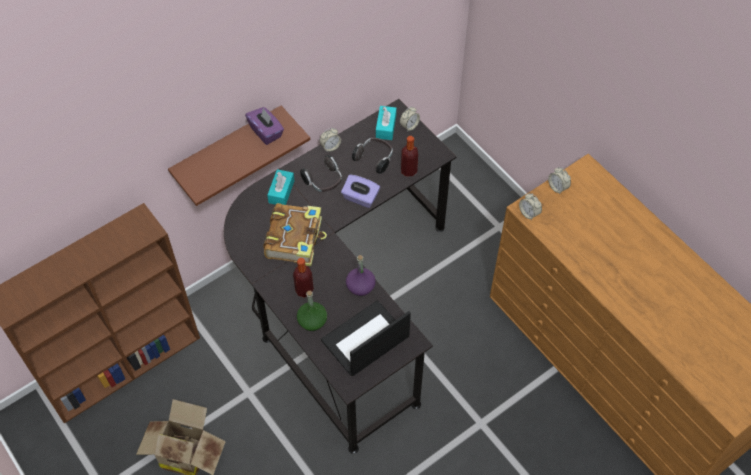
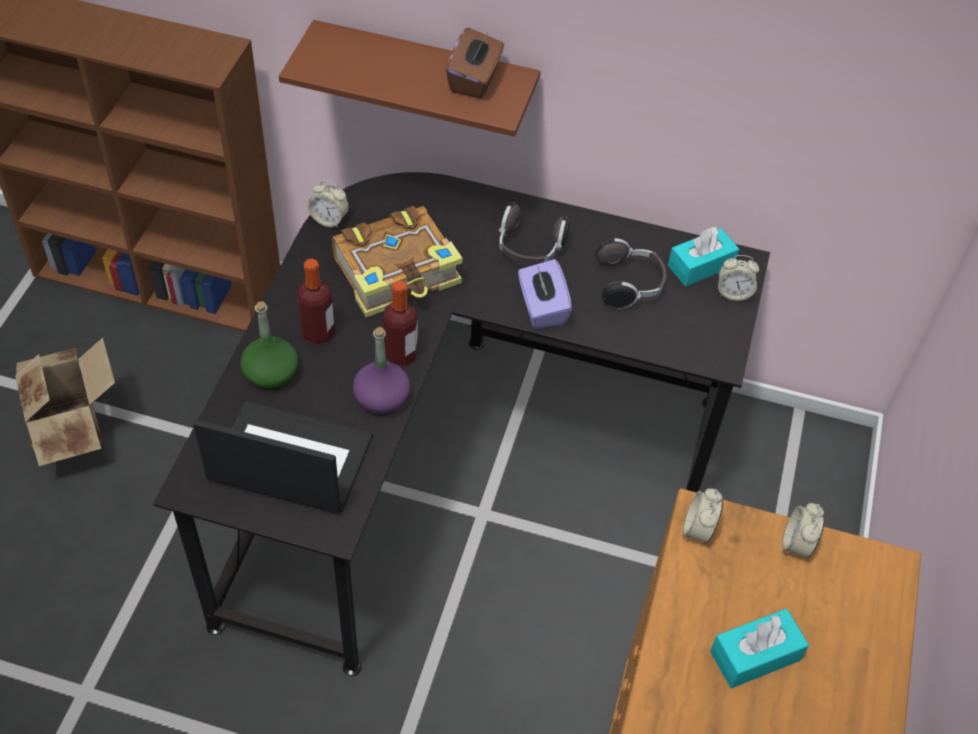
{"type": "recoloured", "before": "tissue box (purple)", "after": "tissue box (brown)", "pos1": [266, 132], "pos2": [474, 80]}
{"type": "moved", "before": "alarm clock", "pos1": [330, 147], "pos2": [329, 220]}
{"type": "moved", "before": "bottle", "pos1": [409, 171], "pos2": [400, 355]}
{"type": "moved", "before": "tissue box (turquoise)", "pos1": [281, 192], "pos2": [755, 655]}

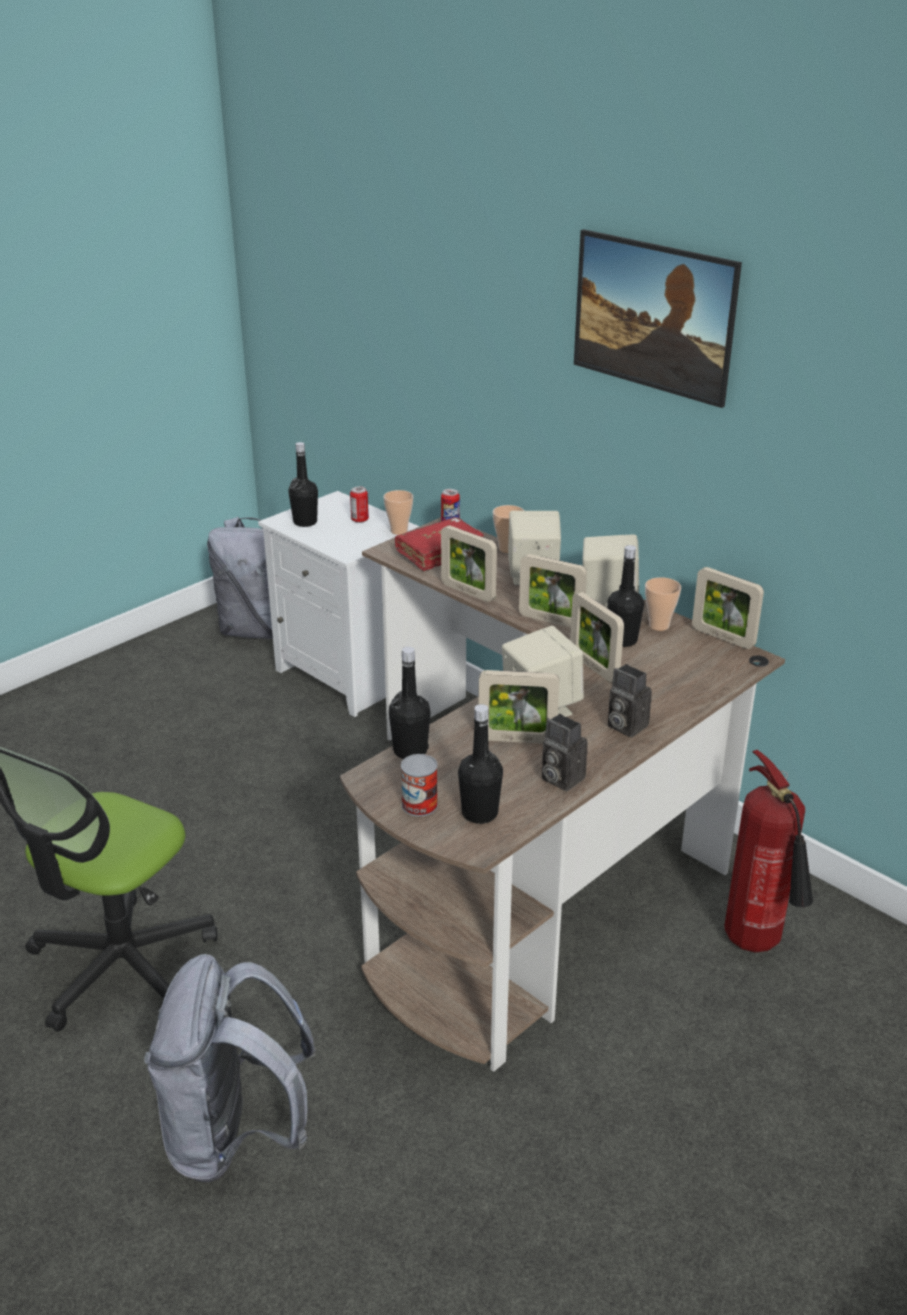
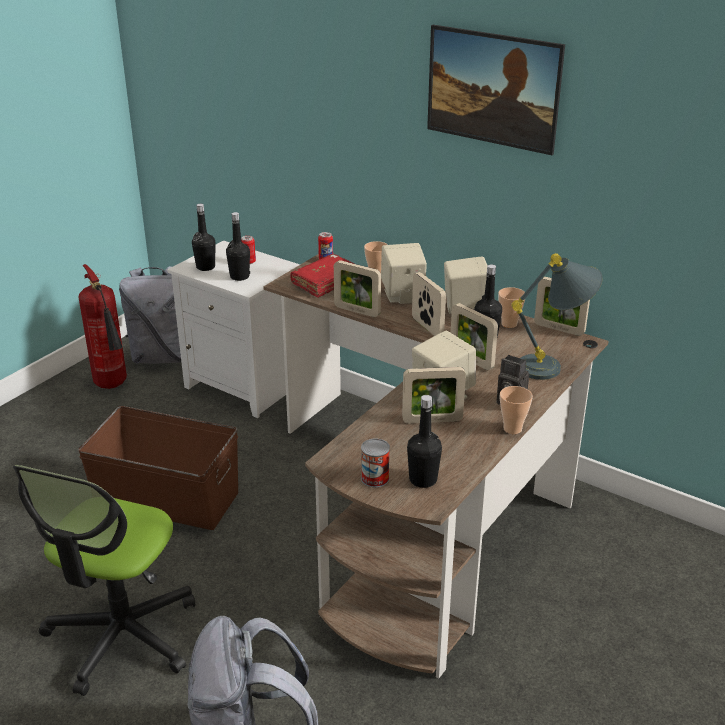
{"type": "moved", "before": "cup", "pos1": [399, 531], "pos2": [512, 429]}
{"type": "turned", "before": "picture frame", "pos1": [550, 620], "pos2": [427, 327], "turn": -135}
{"type": "moved", "before": "bottle (black)", "pos1": [410, 751], "pos2": [239, 276]}
{"type": "removed", "before": "photo camera", "pos1": [559, 778]}
{"type": "moved", "before": "fire extinguisher", "pos1": [757, 944], "pos2": [113, 385]}
{"type": "added", "after": "table lamp (grey)", "pos2": [554, 366]}
{"type": "added", "after": "storage box (brown)", "pos2": [166, 497]}

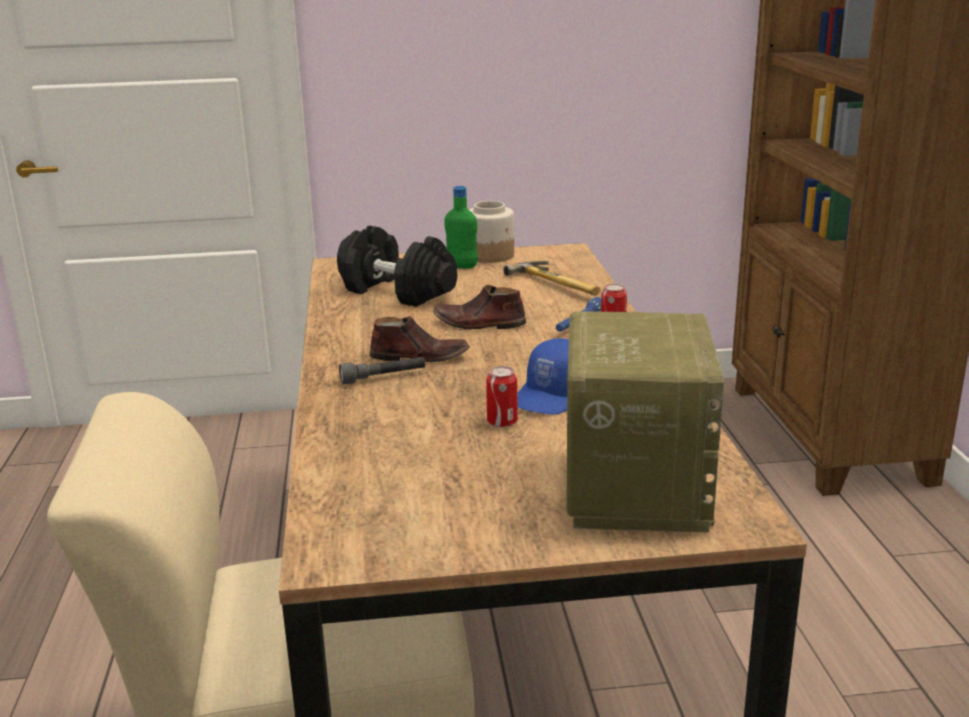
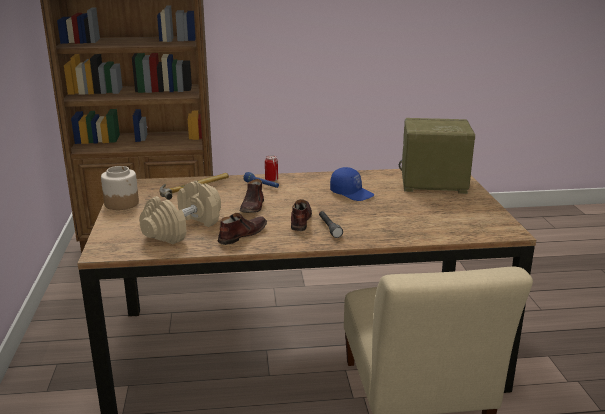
{"type": "removed", "before": "bottle (green)", "pos1": [462, 266]}
{"type": "recoloured", "before": "dumbbell (black)", "after": "dumbbell (beige)", "pos1": [398, 291], "pos2": [183, 229]}
{"type": "removed", "before": "can", "pos1": [502, 422]}
{"type": "added", "after": "shoe (brown)", "pos2": [242, 235]}

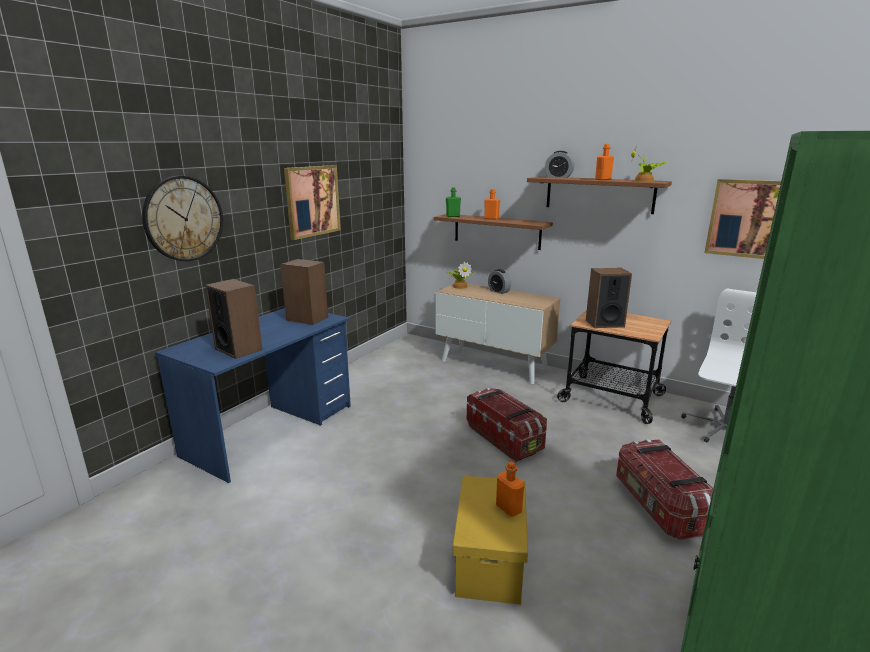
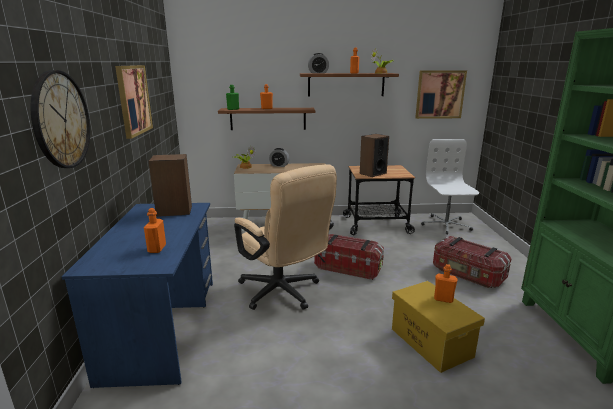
{"type": "replaced", "before": "speaker", "after": "bottle (orange)", "pos1": [239, 349], "pos2": [157, 249]}
{"type": "added", "after": "office chair (beige)", "pos2": [283, 293]}

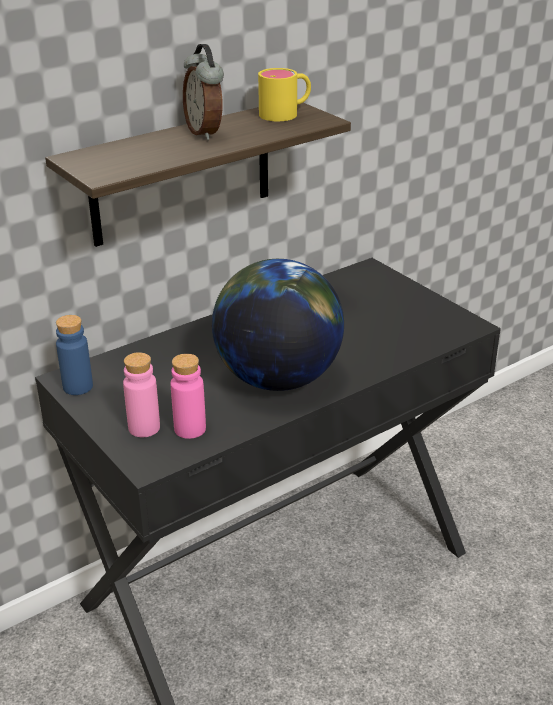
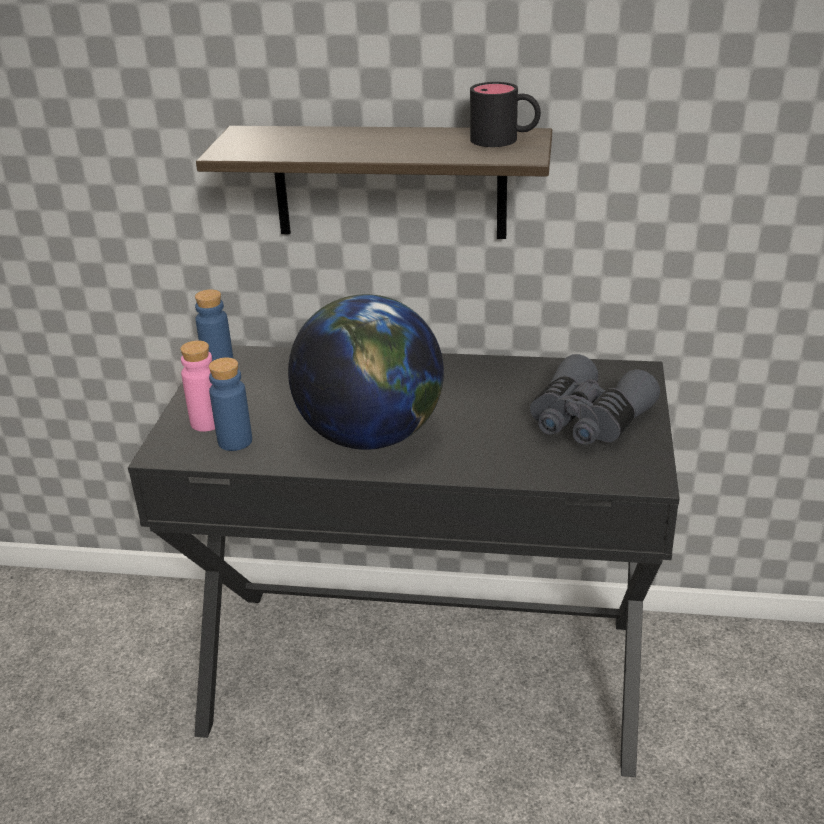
{"type": "removed", "before": "alarm clock", "pos1": [205, 133]}
{"type": "recoloured", "before": "mug (yellow)", "after": "mug (black)", "pos1": [286, 113], "pos2": [505, 140]}
{"type": "recoloured", "before": "bottle (pink)", "after": "bottle (blue)", "pos1": [190, 429], "pos2": [235, 441]}
{"type": "added", "after": "binoculars (grey)", "pos2": [587, 421]}

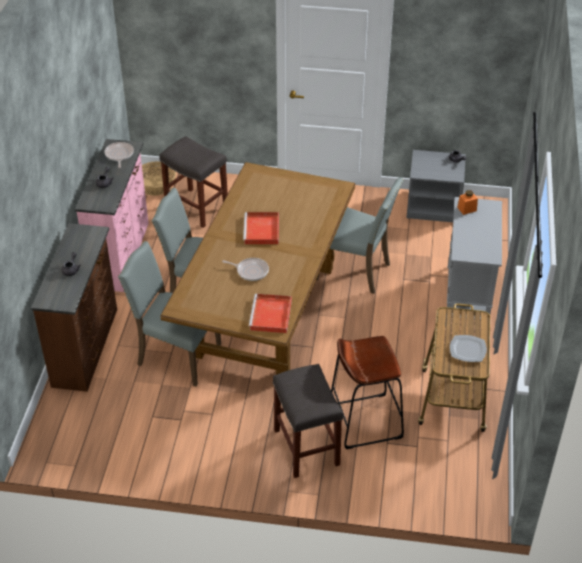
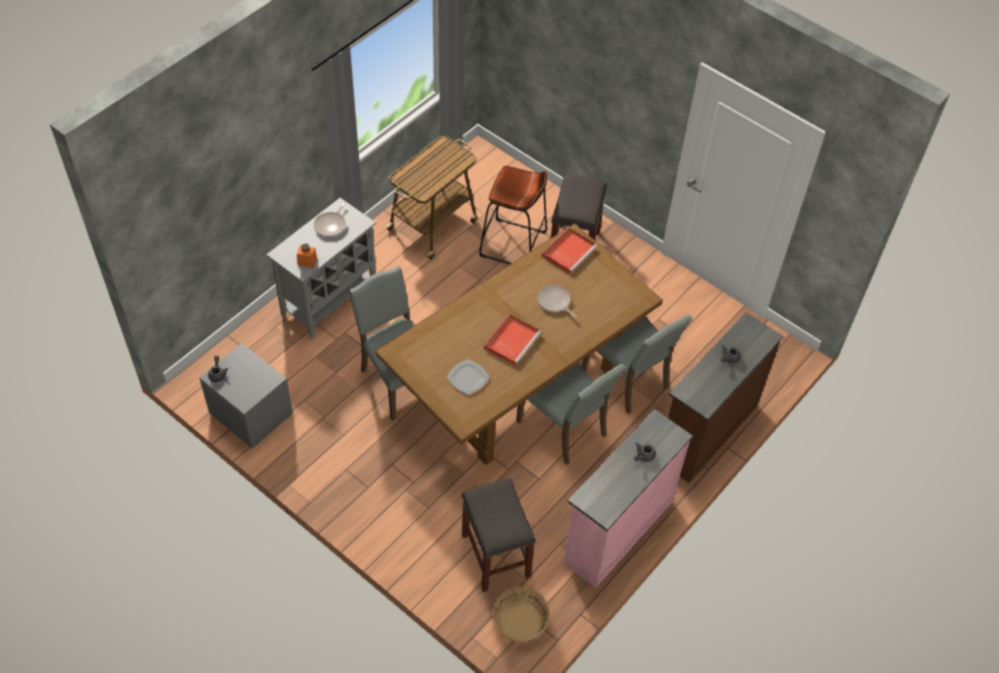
{"type": "moved", "before": "frying pan", "pos1": [119, 155], "pos2": [331, 225]}
{"type": "moved", "before": "plate", "pos1": [467, 349], "pos2": [468, 378]}

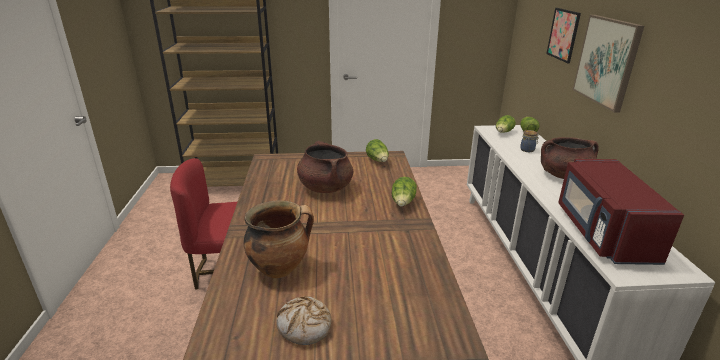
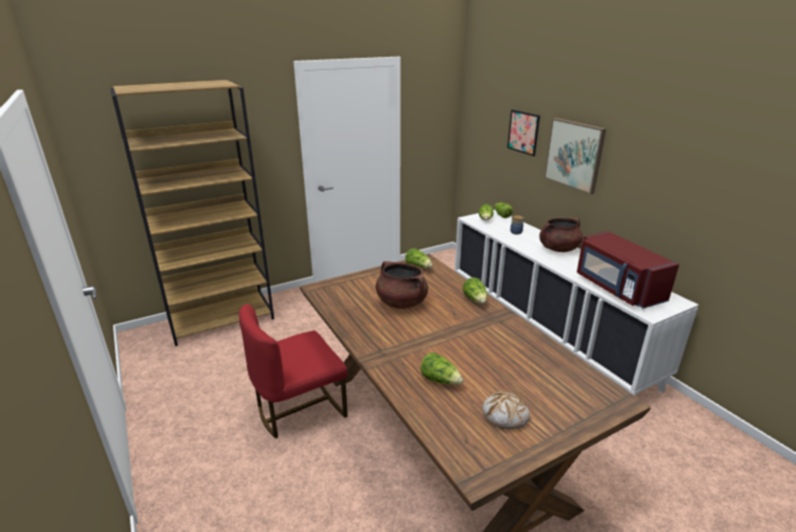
{"type": "replaced", "before": "cooking pot", "after": "lettuce", "pos1": [280, 268], "pos2": [440, 380]}

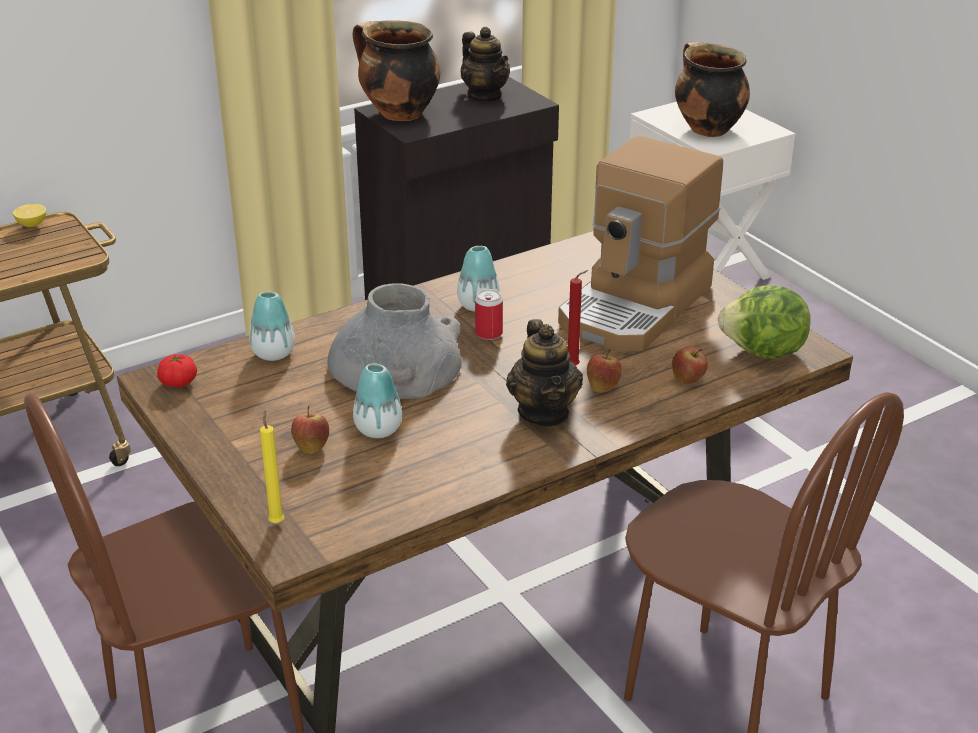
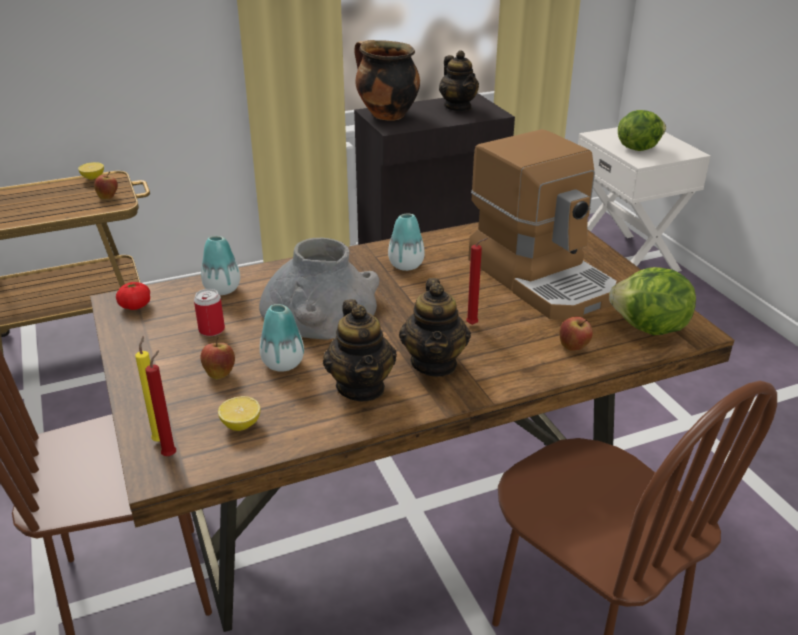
{"type": "replaced", "before": "cooking pot", "after": "lettuce", "pos1": [706, 129], "pos2": [637, 148]}
{"type": "turned", "before": "coffee machine", "pos1": [637, 306], "pos2": [542, 278], "turn": -75}
{"type": "moved", "before": "can", "pos1": [488, 333], "pos2": [211, 330]}
{"type": "moved", "before": "apple", "pos1": [603, 387], "pos2": [108, 197]}
{"type": "added", "after": "teapot", "pos2": [361, 387]}
{"type": "added", "after": "candle (red)", "pos2": [171, 454]}
{"type": "added", "after": "lemon", "pos2": [241, 424]}

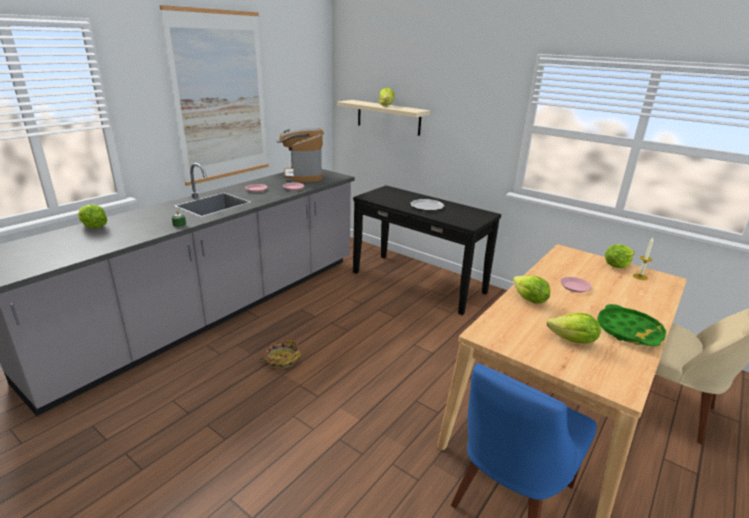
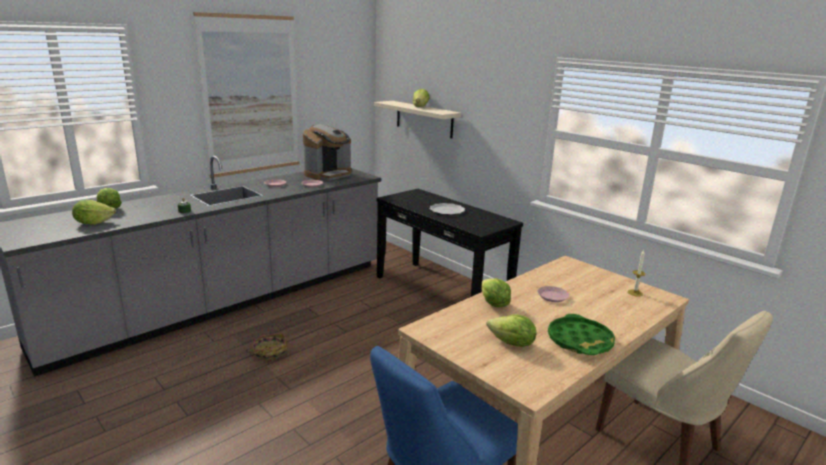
{"type": "turned", "before": "coffee machine", "pos1": [302, 176], "pos2": [328, 174], "turn": -135}
{"type": "moved", "before": "lettuce", "pos1": [616, 266], "pos2": [93, 223]}

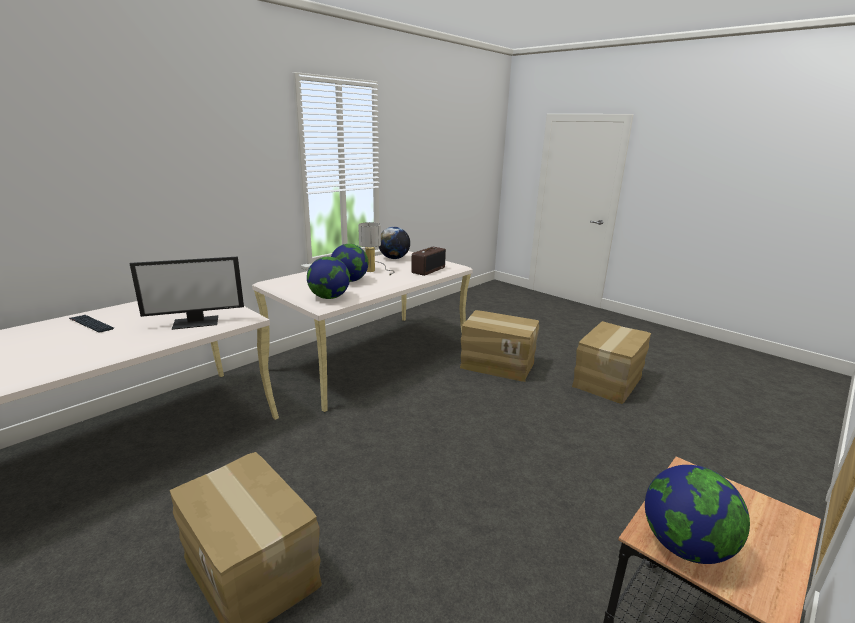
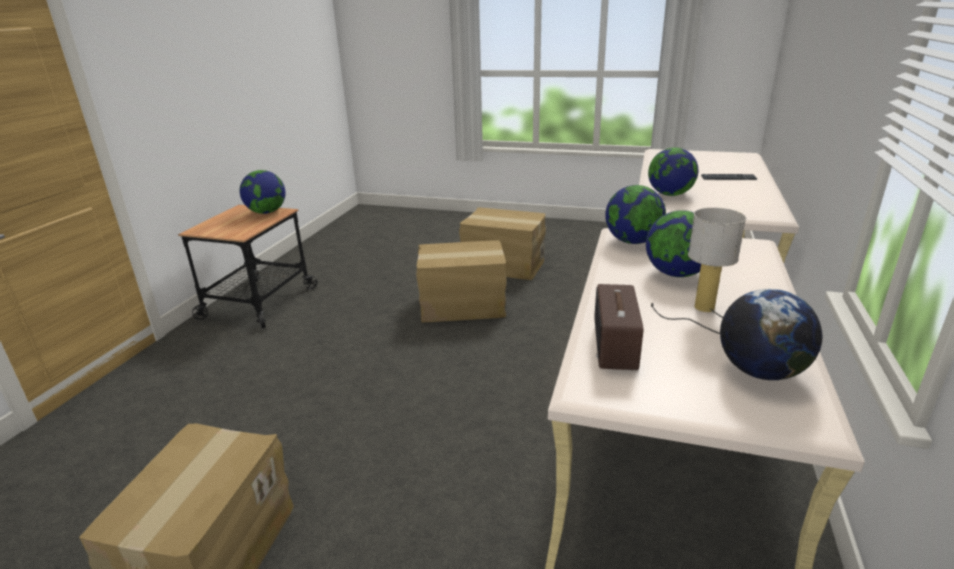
{"type": "replaced", "before": "monitor", "after": "globe", "pos1": [196, 322], "pos2": [670, 194]}
{"type": "moved", "before": "cardboard box", "pos1": [497, 364], "pos2": [462, 306]}

